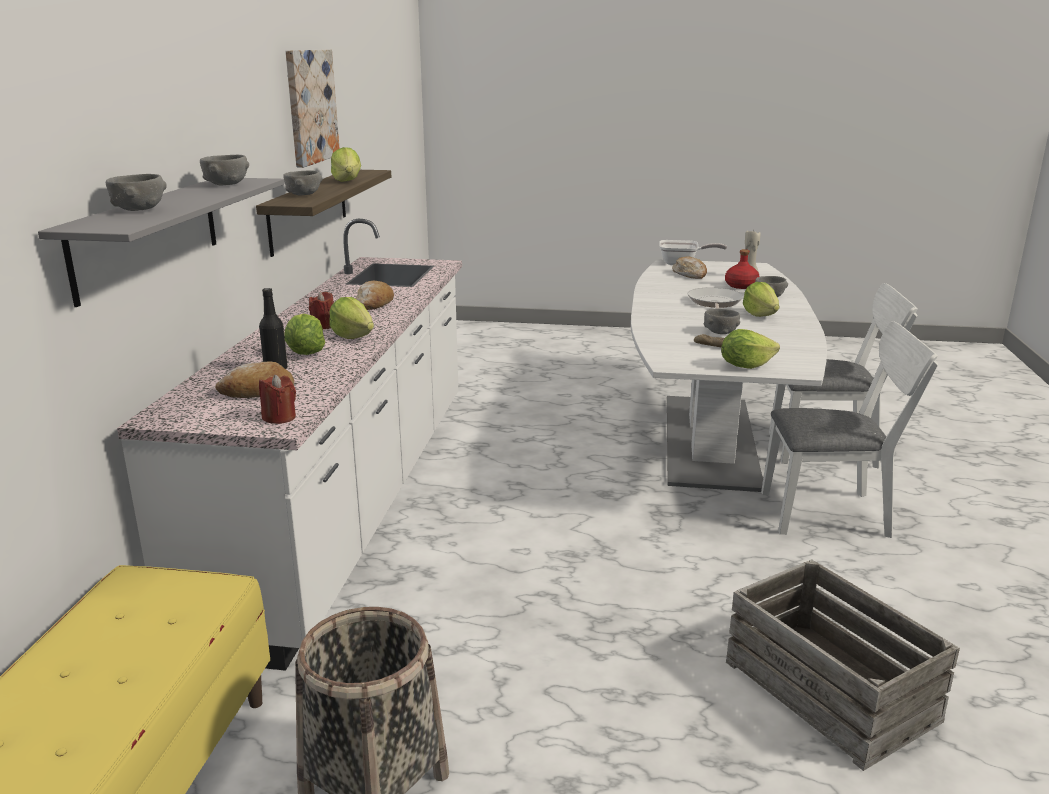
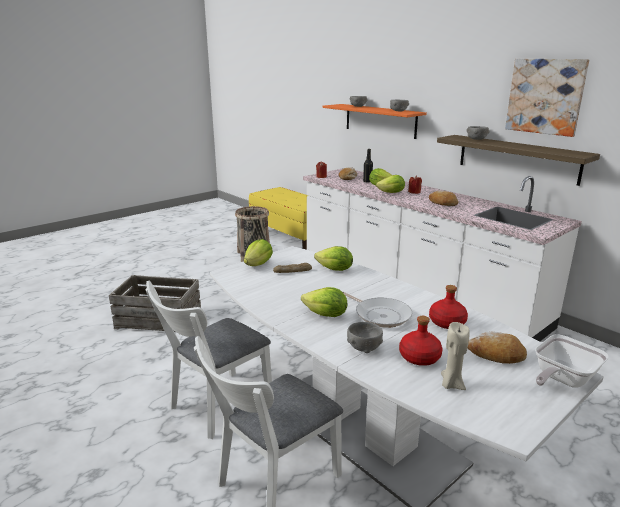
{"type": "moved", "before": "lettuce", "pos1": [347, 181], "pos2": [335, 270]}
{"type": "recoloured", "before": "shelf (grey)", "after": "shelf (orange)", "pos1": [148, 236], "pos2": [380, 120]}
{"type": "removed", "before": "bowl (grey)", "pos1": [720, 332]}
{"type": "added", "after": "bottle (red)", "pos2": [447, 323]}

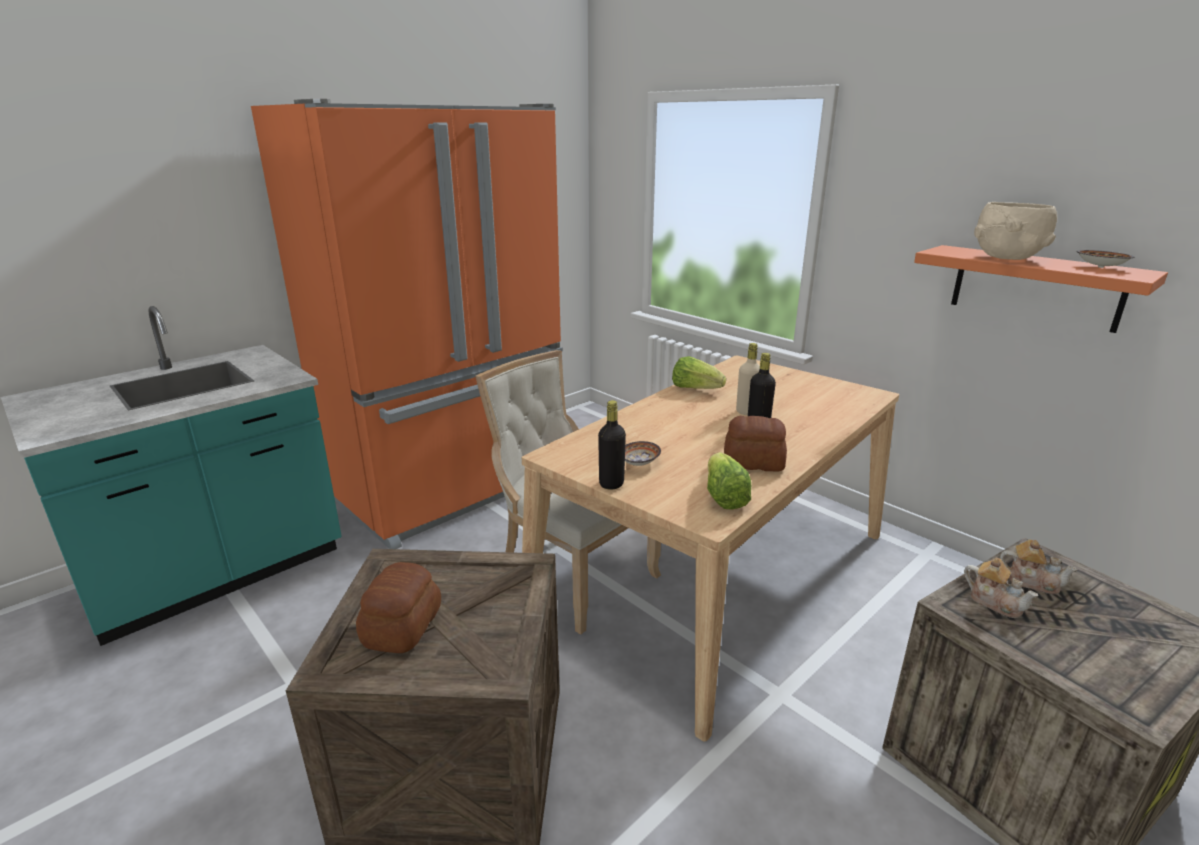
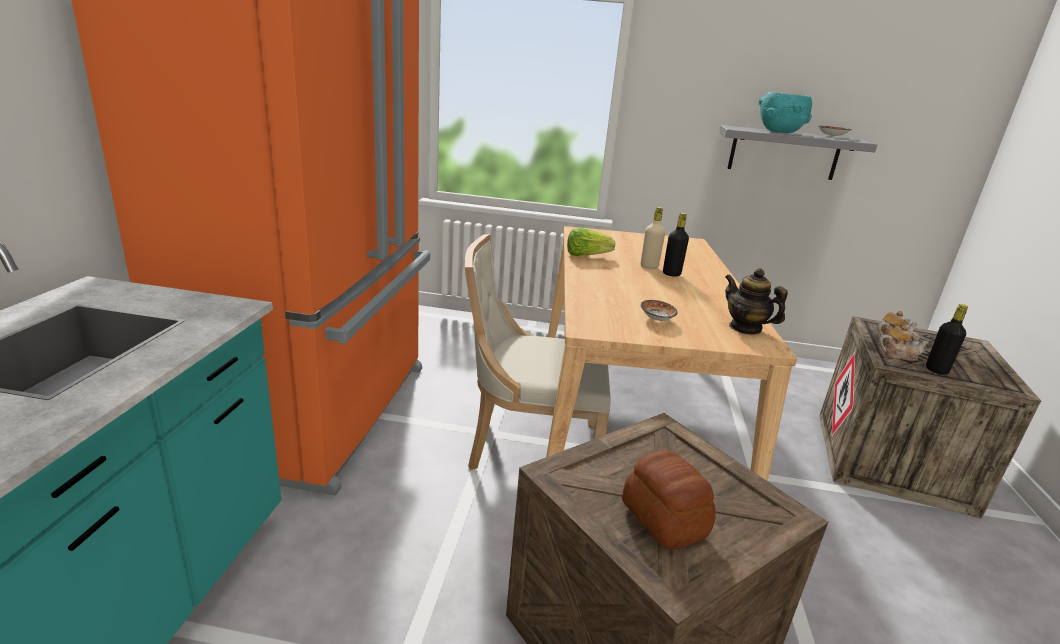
{"type": "recoloured", "before": "bowl (beige)", "after": "bowl (turquoise)", "pos1": [1006, 258], "pos2": [780, 132]}
{"type": "recoloured", "before": "shelf (orange)", "after": "shelf (grey)", "pos1": [1035, 287], "pos2": [784, 153]}
{"type": "moved", "before": "bottle (black)", "pos1": [611, 484], "pos2": [936, 370]}
{"type": "removed", "before": "bread", "pos1": [752, 462]}
{"type": "replaced", "before": "lettuce", "after": "teapot", "pos1": [723, 497], "pos2": [745, 328]}

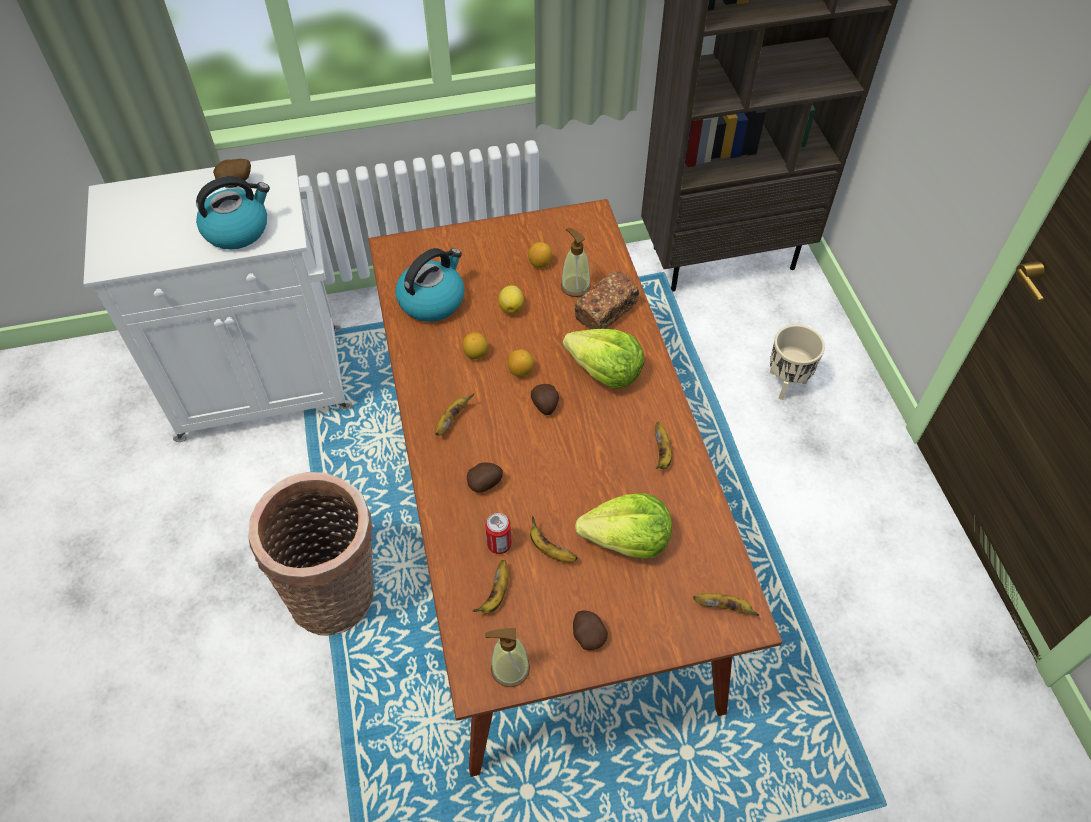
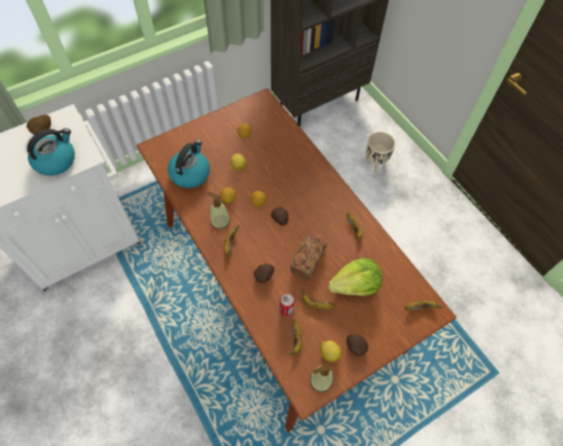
{"type": "moved", "before": "soap dispenser", "pos1": [575, 286], "pos2": [220, 221]}
{"type": "moved", "before": "bread", "pos1": [606, 312], "pos2": [308, 261]}
{"type": "removed", "before": "lettuce", "pos1": [605, 372]}
{"type": "removed", "before": "basket", "pos1": [337, 593]}
{"type": "added", "after": "lemon", "pos2": [329, 353]}

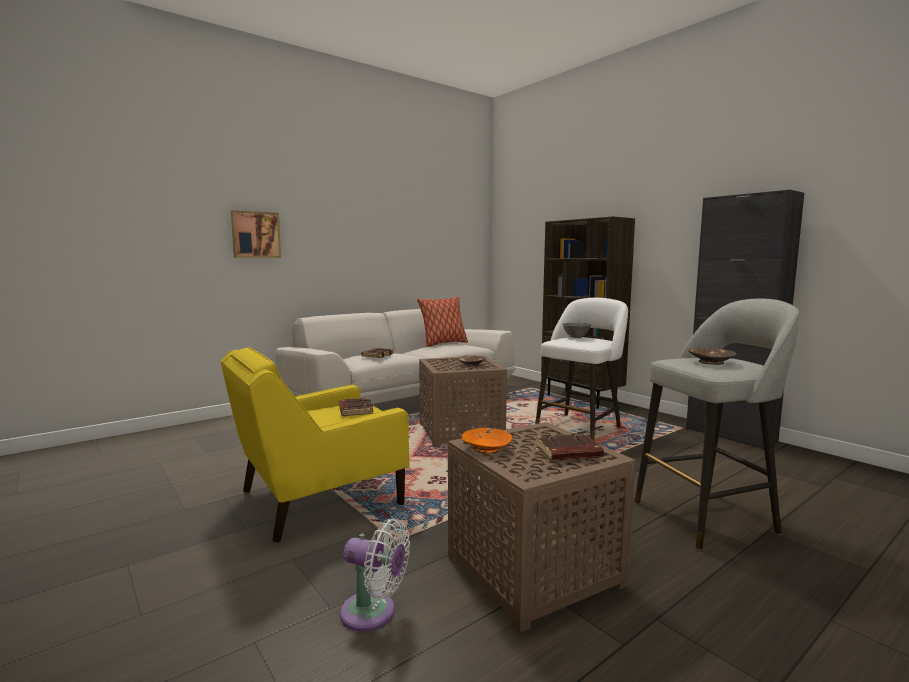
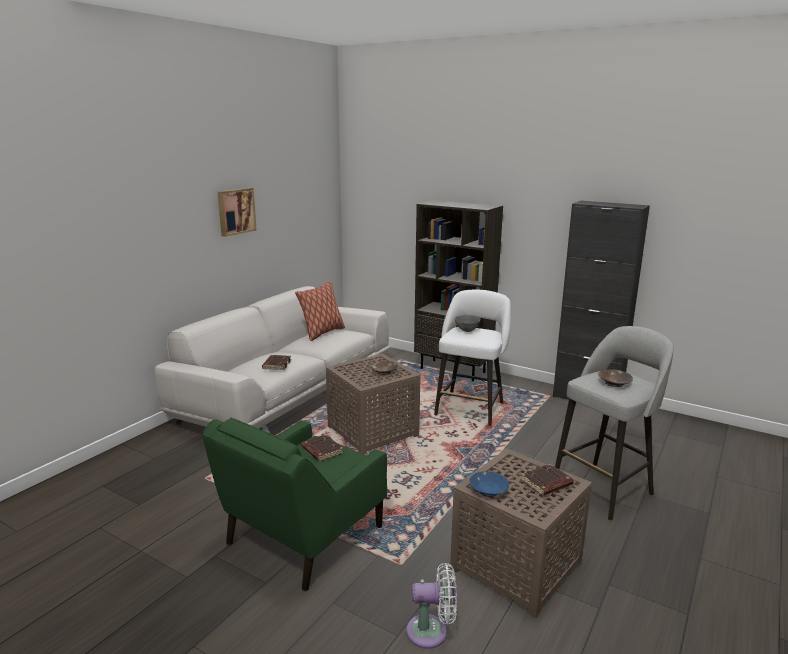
{"type": "moved", "before": "picture", "pos1": [255, 235], "pos2": [235, 211]}
{"type": "recoloured", "before": "armchair (yellow)", "after": "armchair (green)", "pos1": [318, 499], "pos2": [303, 537]}
{"type": "recoloured", "before": "bowl (orange)", "after": "bowl (blue)", "pos1": [485, 448], "pos2": [488, 490]}

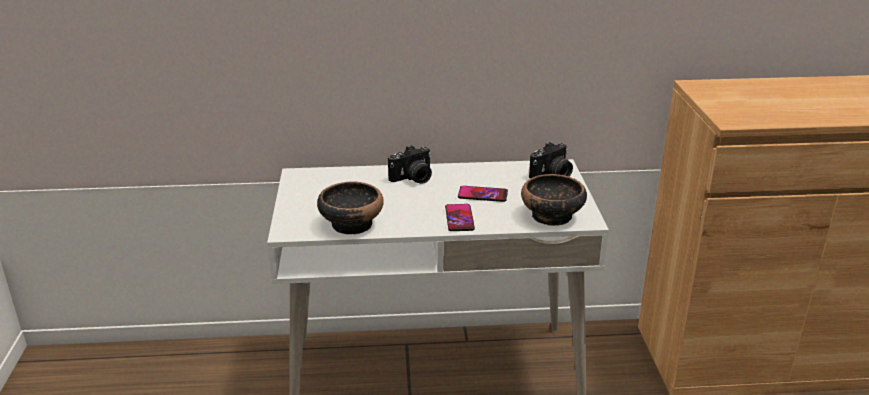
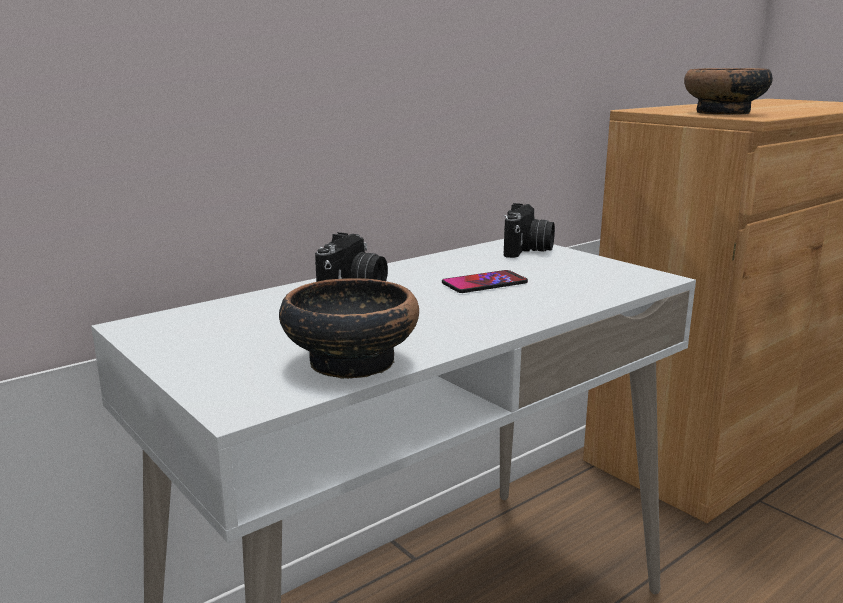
{"type": "moved", "before": "bowl", "pos1": [551, 216], "pos2": [723, 113]}
{"type": "removed", "before": "phone", "pos1": [459, 218]}

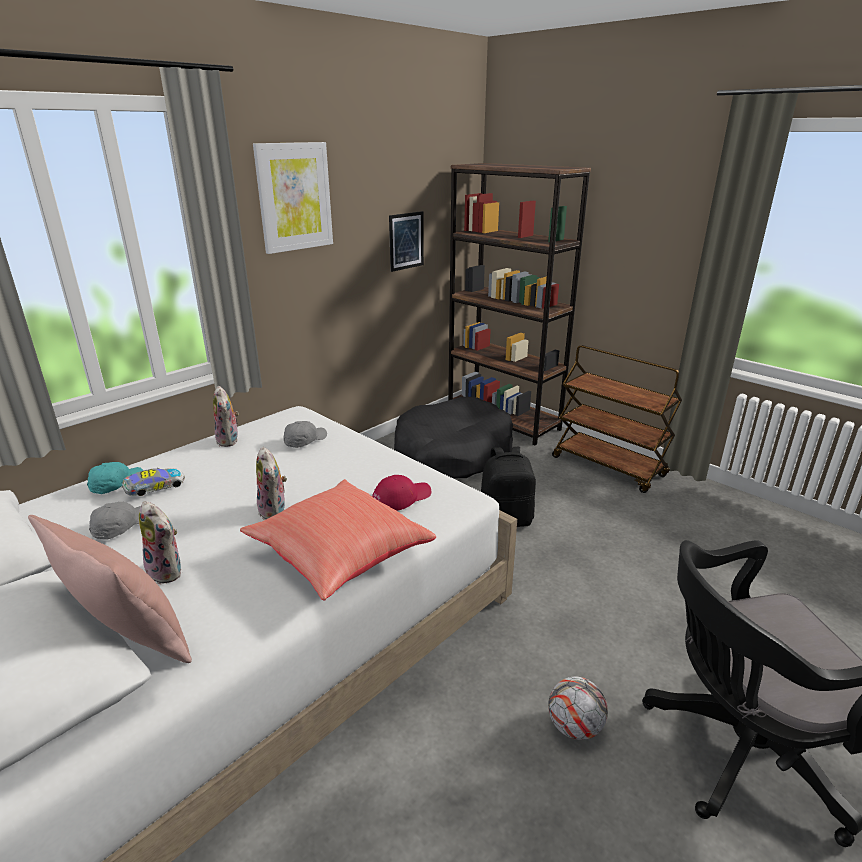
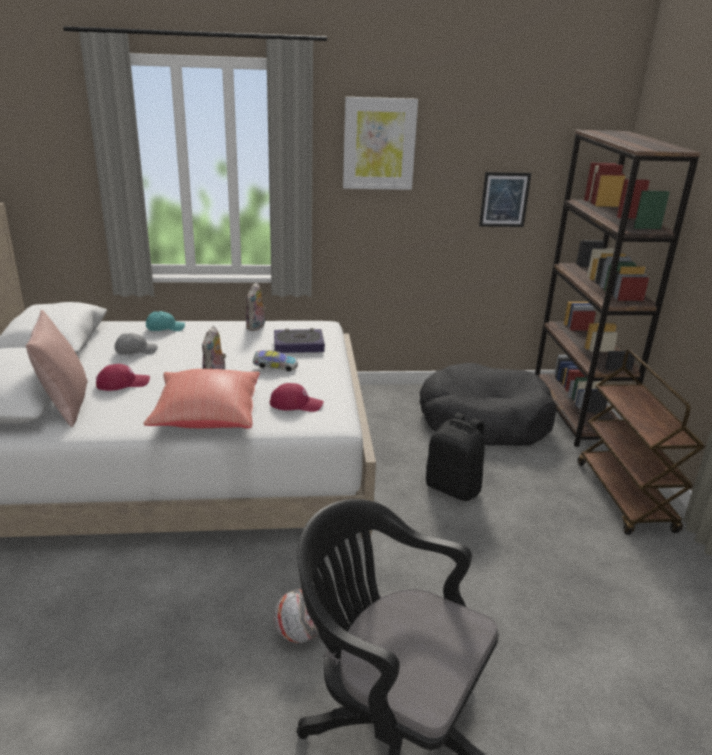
{"type": "replaced", "before": "cap (grey)", "after": "book", "pos1": [304, 441], "pos2": [298, 345]}
{"type": "moved", "before": "toy car", "pos1": [155, 489], "pos2": [274, 367]}
{"type": "replaced", "before": "plush toy", "after": "cap (red)", "pos1": [168, 571], "pos2": [123, 383]}

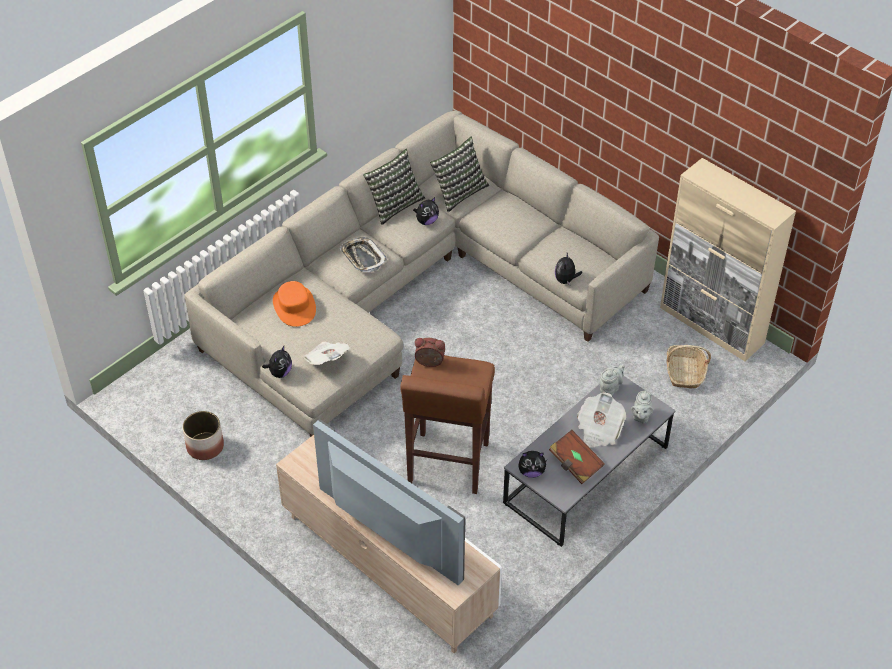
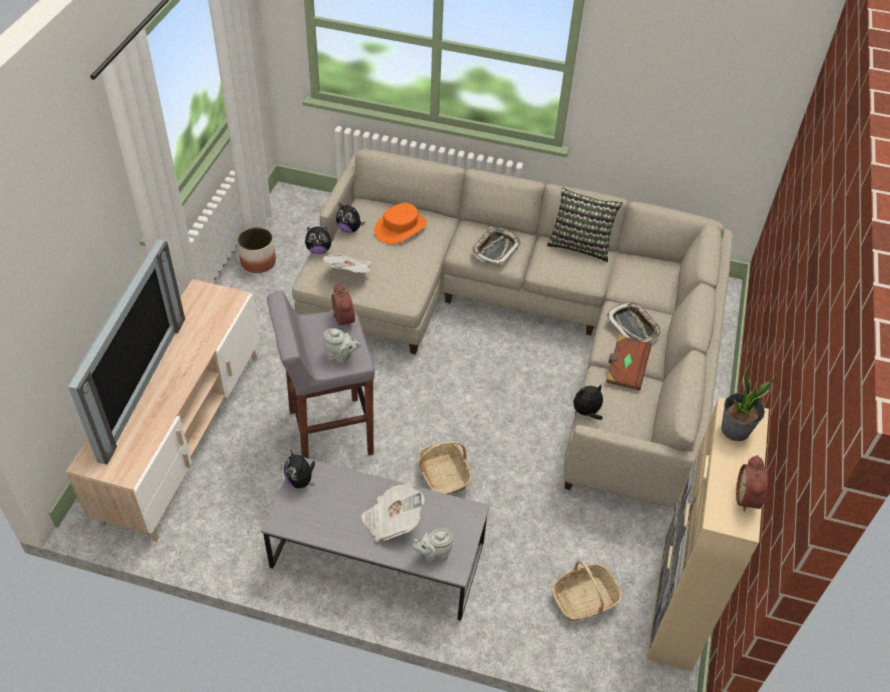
{"type": "removed", "before": "pillow", "pos1": [459, 192]}
{"type": "moved", "before": "plush toy", "pos1": [426, 221], "pos2": [349, 229]}
{"type": "recoloured", "before": "stool (brown)", "after": "stool (grey)", "pos1": [447, 464], "pos2": [329, 432]}
{"type": "moved", "before": "teapot (grey)", "pos1": [610, 388], "pos2": [340, 356]}
{"type": "moved", "before": "book (brown)", "pos1": [575, 463], "pos2": [625, 370]}
{"type": "added", "after": "tray", "pos2": [633, 326]}
{"type": "added", "after": "potted plant", "pos2": [735, 430]}
{"type": "added", "after": "basket", "pos2": [443, 475]}
{"type": "added", "after": "alarm clock", "pos2": [748, 498]}

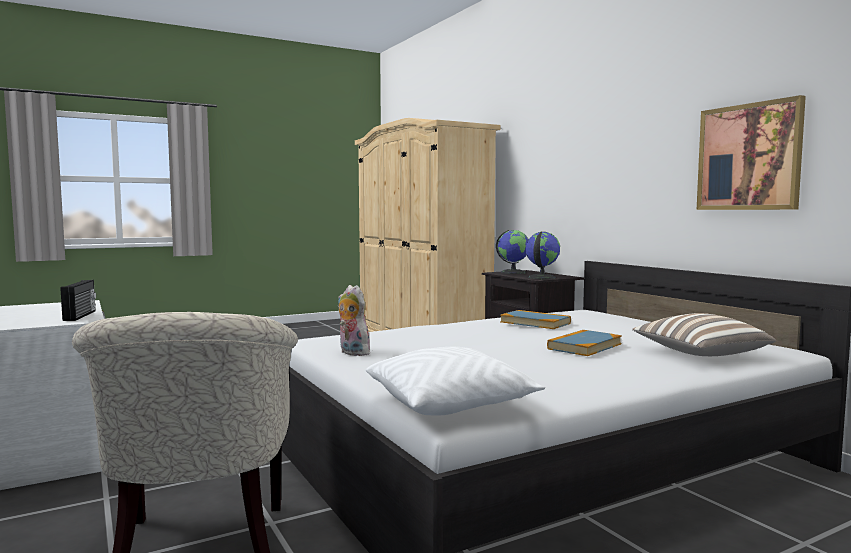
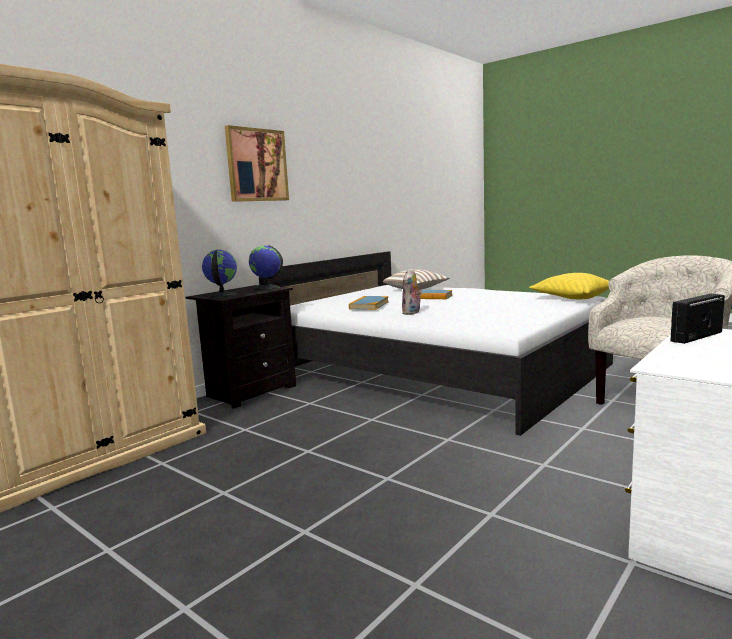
{"type": "moved", "before": "picture", "pos1": [749, 157], "pos2": [257, 165]}
{"type": "moved", "before": "plush toy", "pos1": [352, 353], "pos2": [412, 313]}
{"type": "recoloured", "before": "pillow (white)", "after": "pillow (yellow)", "pos1": [451, 404], "pos2": [571, 298]}

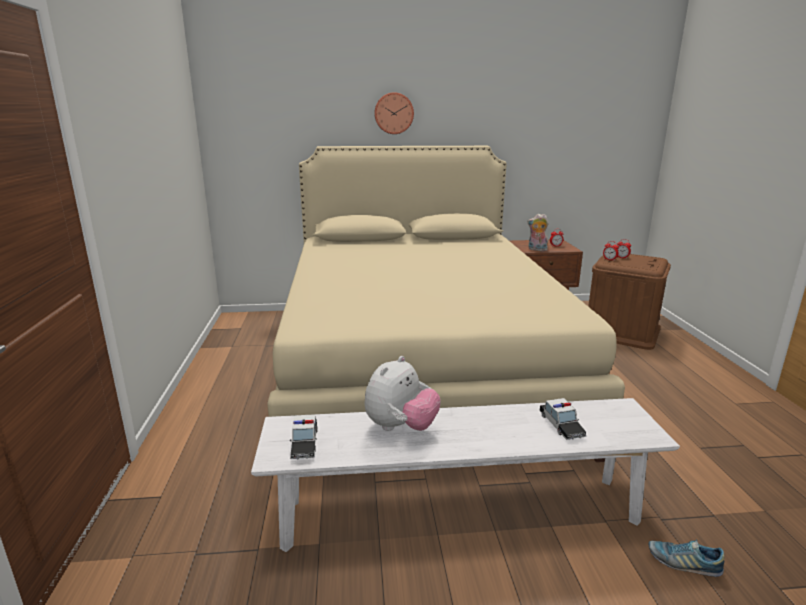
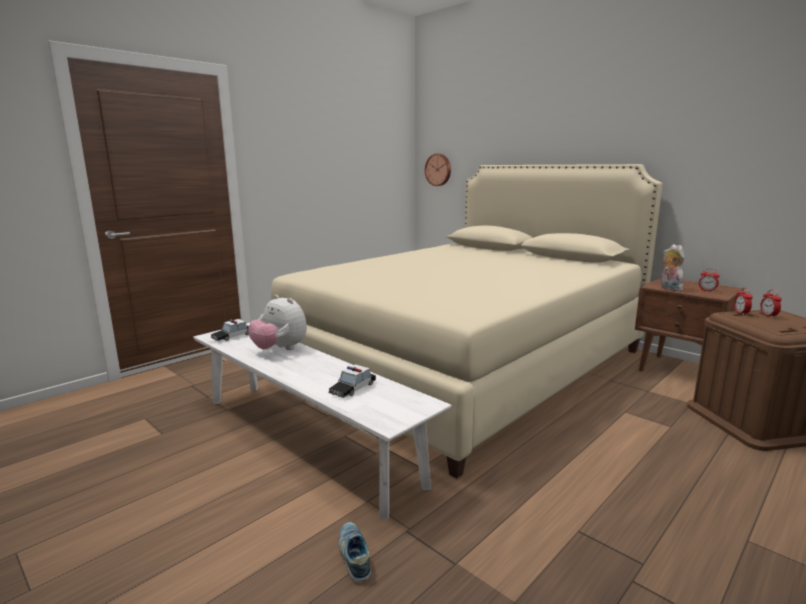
{"type": "moved", "before": "wall clock", "pos1": [393, 113], "pos2": [438, 169]}
{"type": "turned", "before": "plush toy", "pos1": [401, 427], "pos2": [280, 349], "turn": 45}

